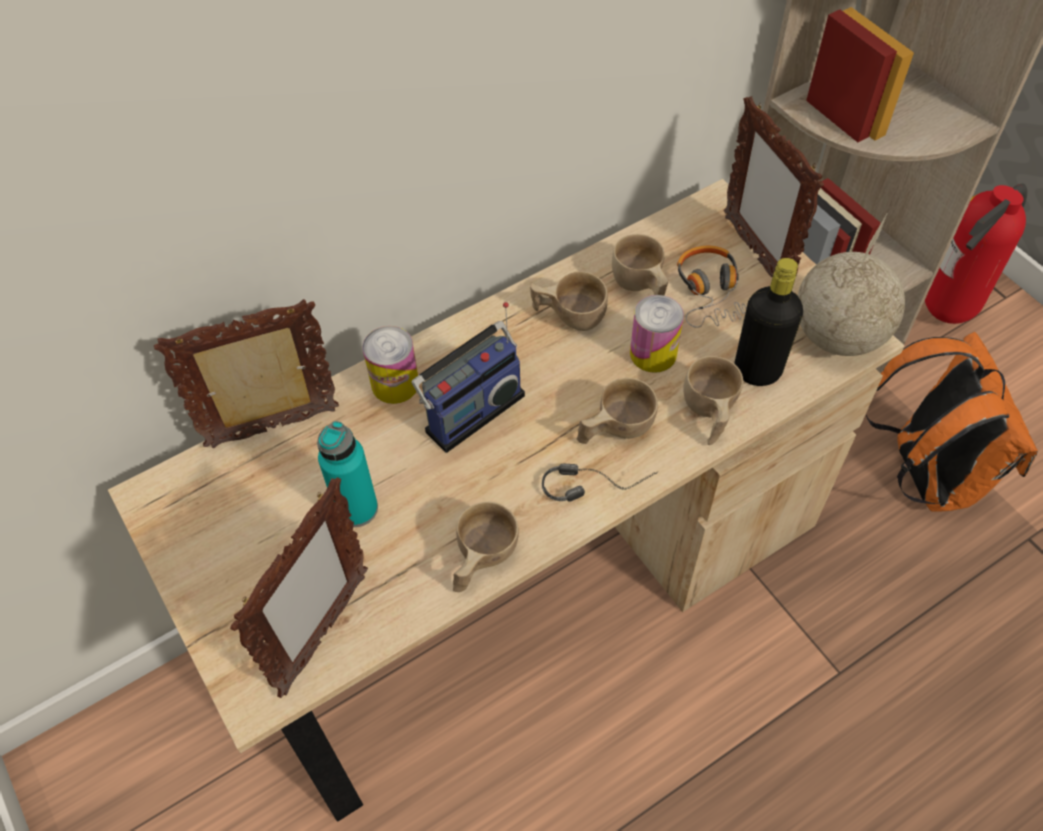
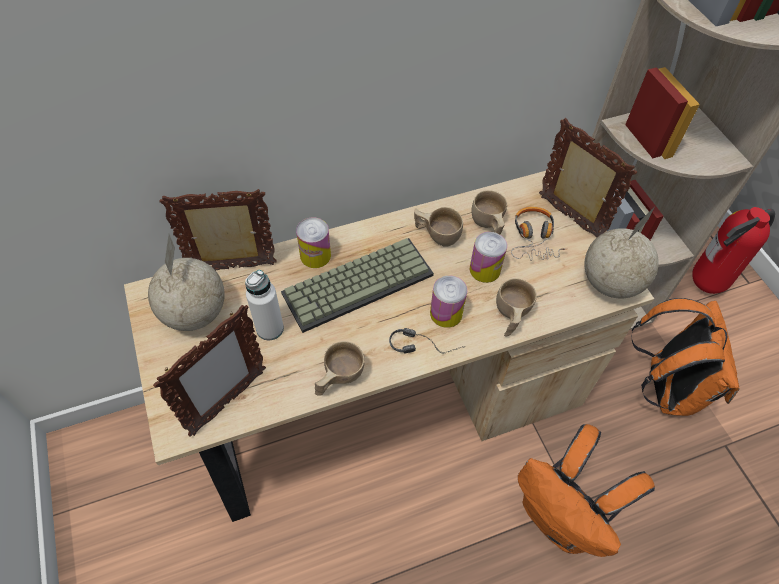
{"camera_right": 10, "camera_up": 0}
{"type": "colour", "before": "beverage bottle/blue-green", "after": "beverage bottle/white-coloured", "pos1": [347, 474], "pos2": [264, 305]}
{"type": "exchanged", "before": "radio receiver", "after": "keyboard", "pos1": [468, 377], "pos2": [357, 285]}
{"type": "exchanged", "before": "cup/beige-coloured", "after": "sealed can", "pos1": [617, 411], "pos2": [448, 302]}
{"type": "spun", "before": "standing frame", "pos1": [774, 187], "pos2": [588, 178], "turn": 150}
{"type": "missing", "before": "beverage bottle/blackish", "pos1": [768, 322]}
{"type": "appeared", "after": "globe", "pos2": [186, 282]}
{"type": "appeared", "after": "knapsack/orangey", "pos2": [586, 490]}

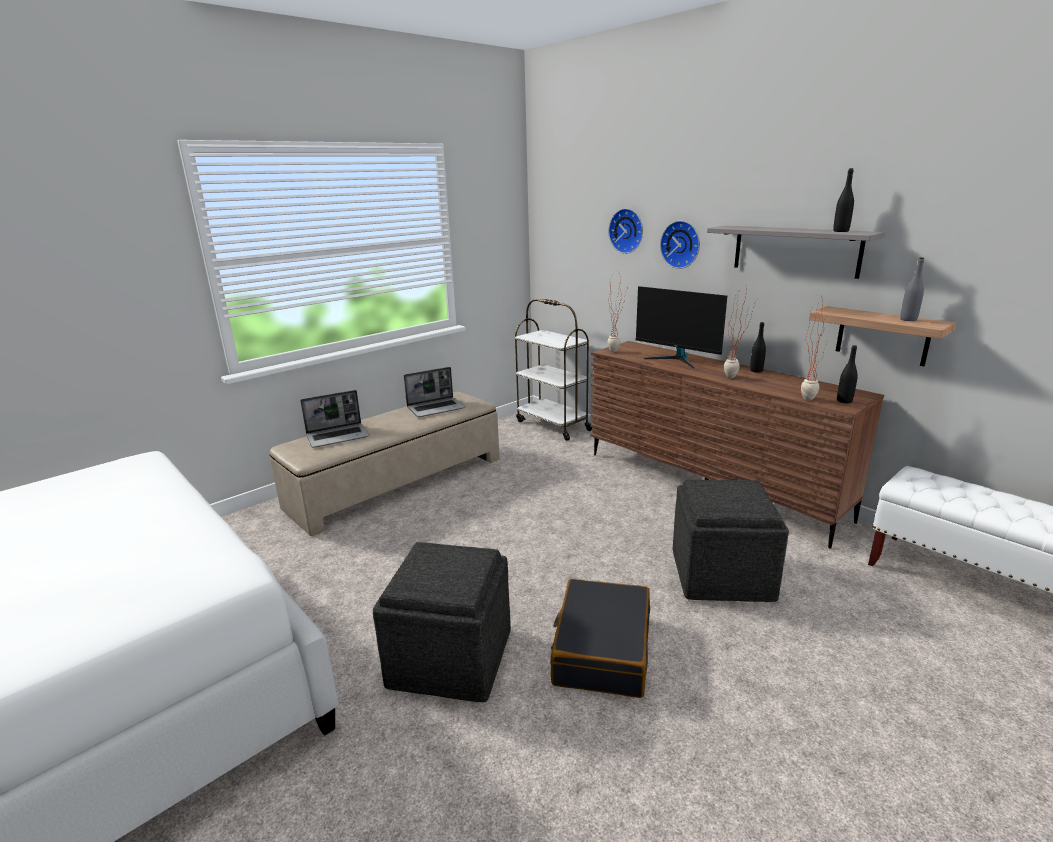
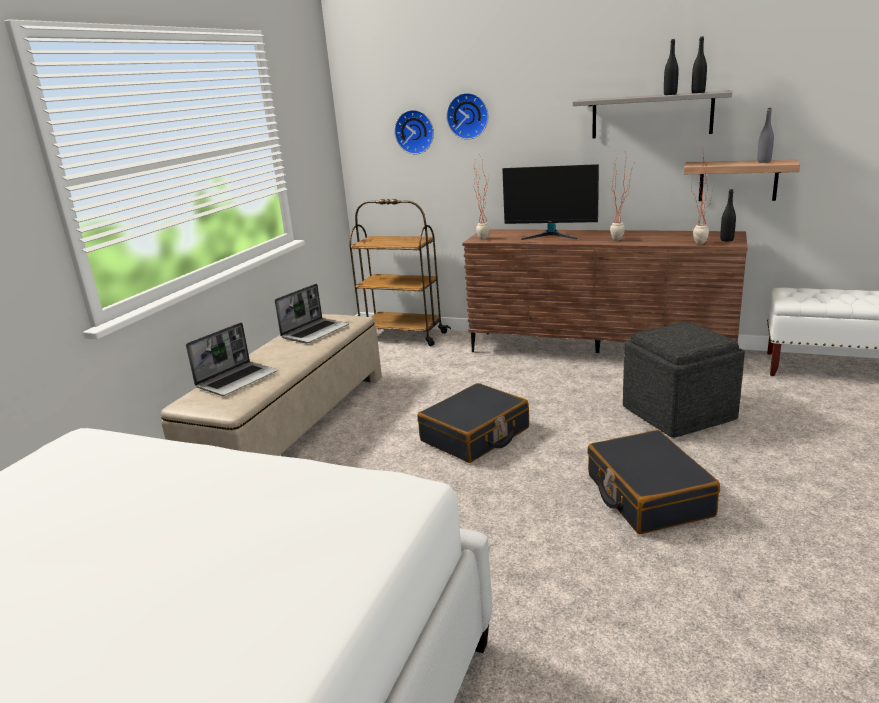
{"camera_right": -25, "camera_up": 0}
{"type": "missing", "before": "ottoman/gray", "pos1": [442, 622]}
{"type": "colour", "before": "cart/white-coloured", "after": "cart/brownish", "pos1": [554, 370], "pos2": [400, 272]}
{"type": "relocated", "before": "wall clock", "pos1": [680, 245], "pos2": [414, 132]}
{"type": "relocated", "before": "beverage bottle/blackish", "pos1": [758, 347], "pos2": [671, 67]}
{"type": "appeared", "after": "piece of luggage/blackish", "pos2": [473, 423]}

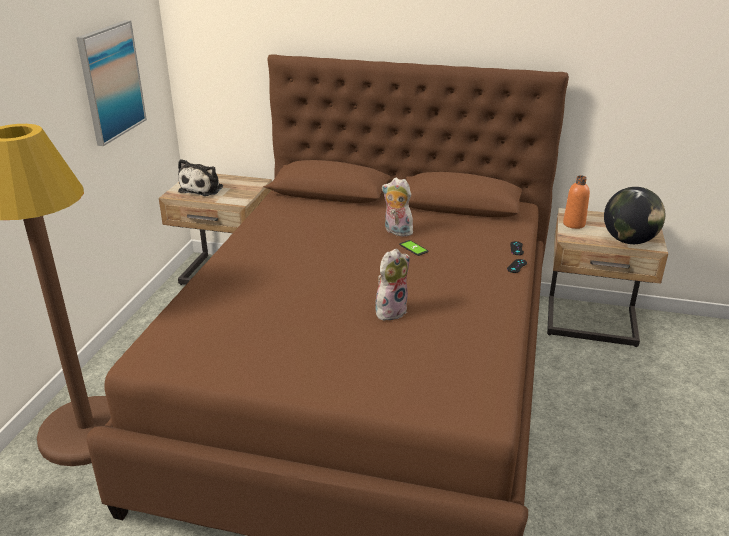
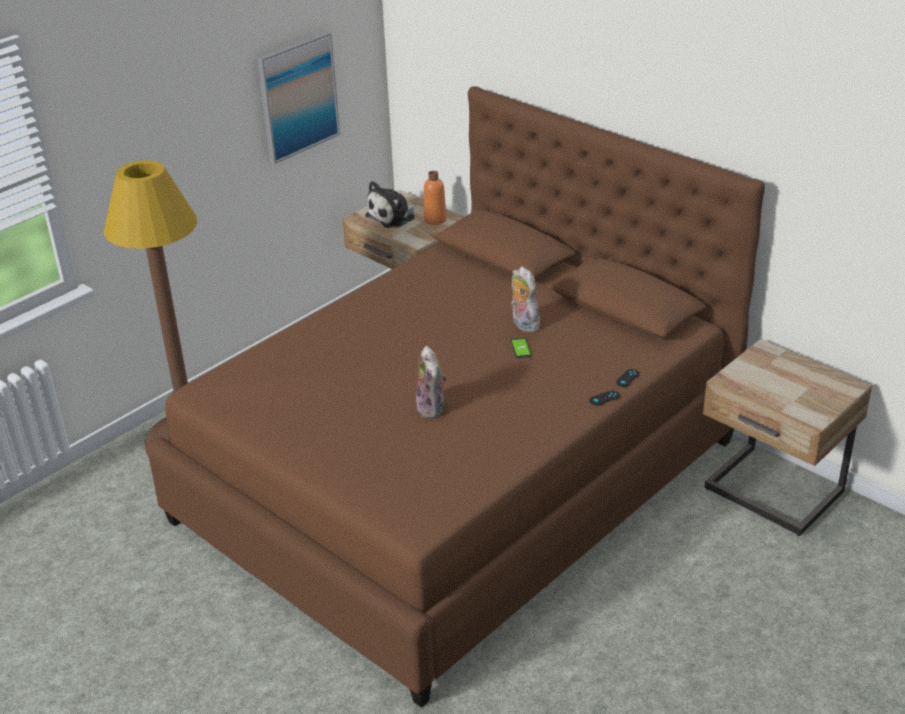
{"camera_right": 30, "camera_up": 5}
{"type": "spun", "before": "cuddly toy", "pos1": [392, 285], "pos2": [431, 382], "turn": 90}
{"type": "relocated", "before": "beverage bottle/orangey", "pos1": [576, 202], "pos2": [435, 198]}
{"type": "missing", "before": "globe", "pos1": [634, 215]}

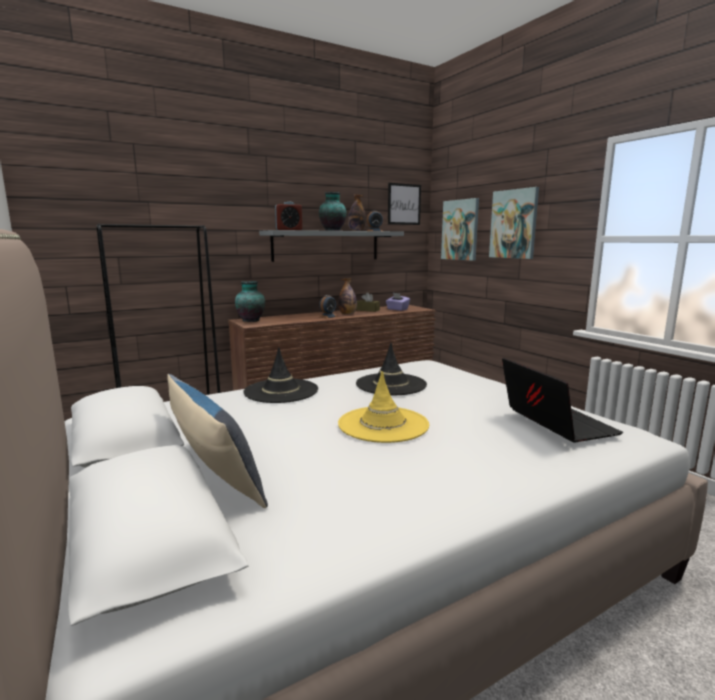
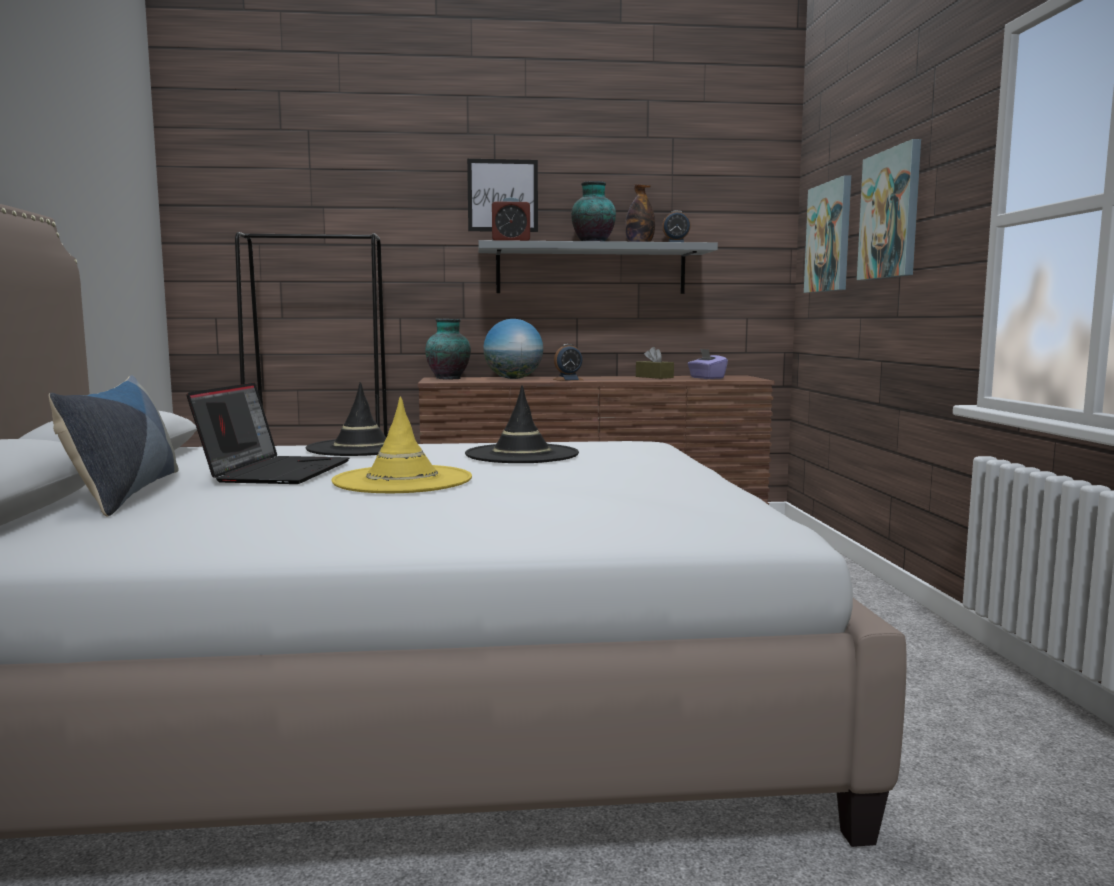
{"camera_right": 25, "camera_up": -5}
{"type": "missing", "before": "beverage bottle", "pos1": [347, 296]}
{"type": "relocated", "before": "picture", "pos1": [404, 204], "pos2": [502, 195]}
{"type": "relocated", "before": "portable computer", "pos1": [562, 400], "pos2": [267, 433]}
{"type": "appeared", "after": "globe", "pos2": [513, 349]}

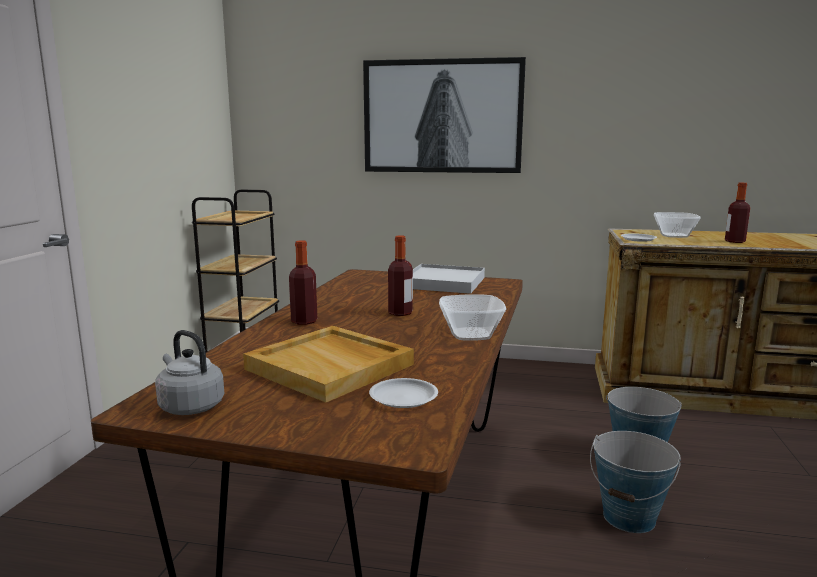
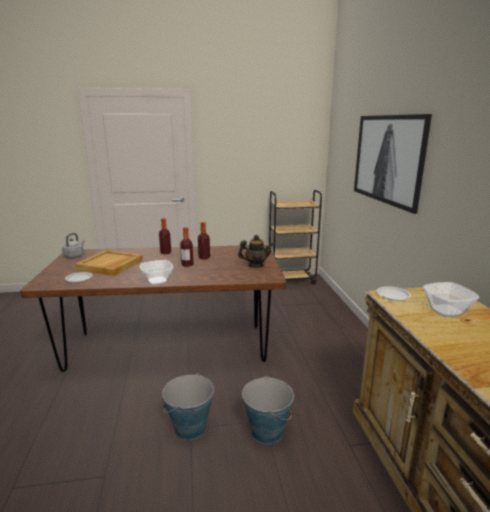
{"camera_right": 70, "camera_up": 5}
{"type": "exchanged", "before": "serving tray/white-coloured", "after": "tea pot", "pos1": [449, 279], "pos2": [256, 251]}
{"type": "relocated", "before": "beverage bottle", "pos1": [737, 213], "pos2": [204, 241]}

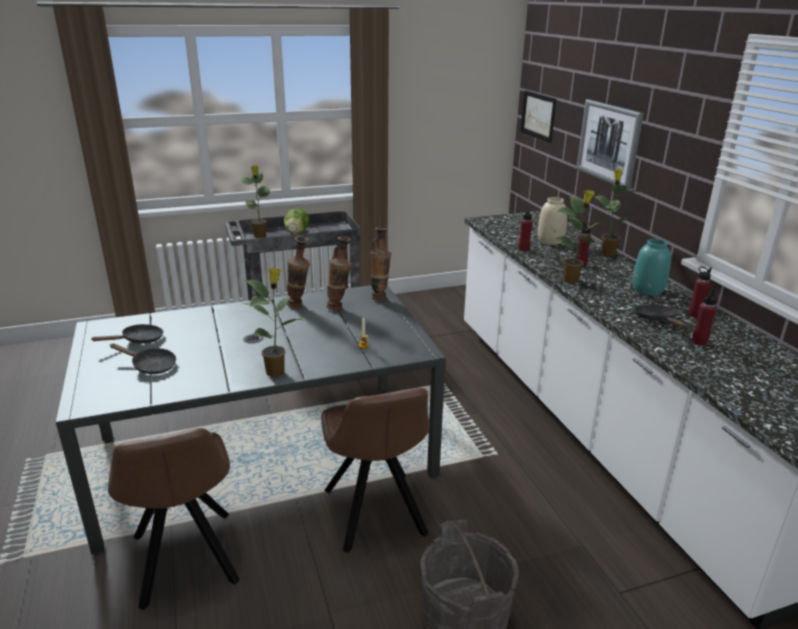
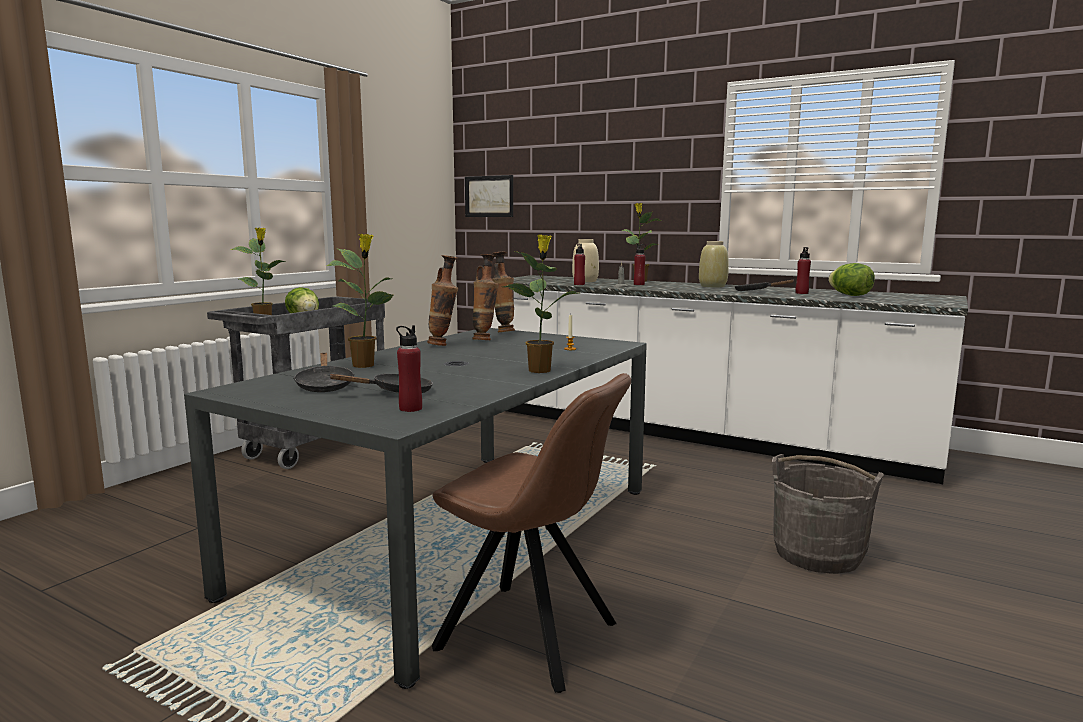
{"camera_right": -40, "camera_up": -15}
{"type": "spun", "before": "skillet/blackish", "pos1": [127, 334], "pos2": [324, 372], "turn": 150}
{"type": "missing", "before": "upright chair/brownish", "pos1": [375, 470]}
{"type": "relocated", "before": "potted plant", "pos1": [579, 237], "pos2": [360, 301]}
{"type": "missing", "before": "picture", "pos1": [610, 144]}
{"type": "colour", "before": "flower vase/blue-green", "after": "flower vase/beige-coloured", "pos1": [651, 267], "pos2": [714, 264]}
{"type": "relocated", "before": "beverage bottle/red-coloured", "pos1": [700, 292], "pos2": [409, 368]}
{"type": "appeared", "after": "head of lettuce", "pos2": [851, 279]}

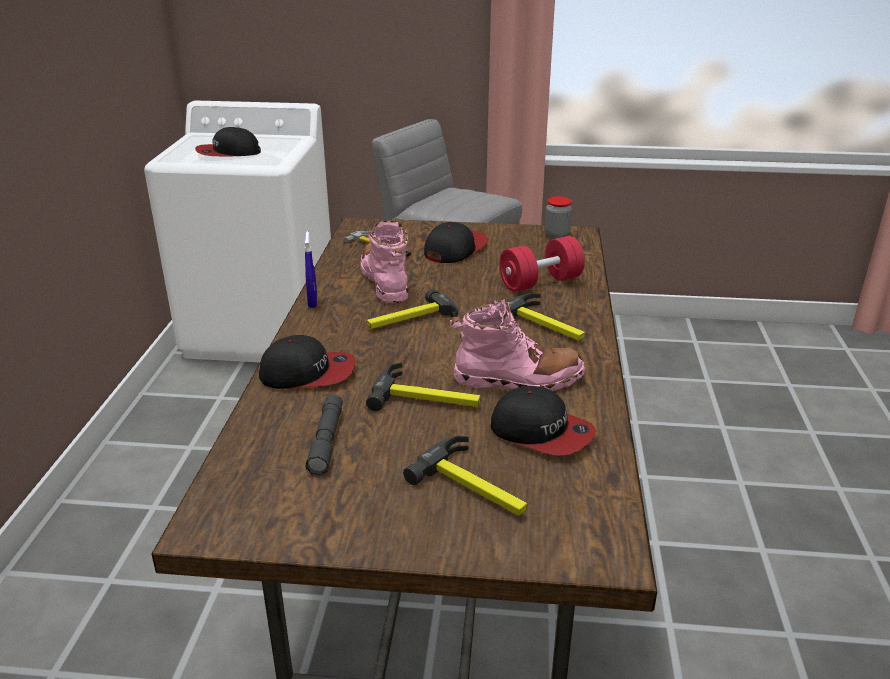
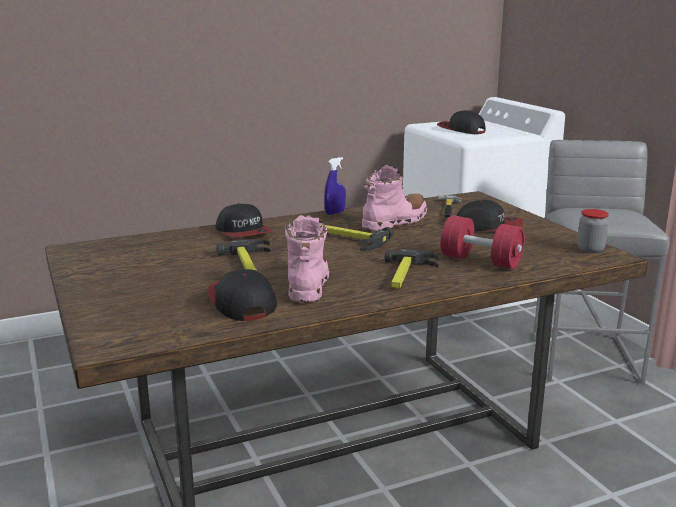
{"camera_right": 60, "camera_up": -10}
{"type": "missing", "before": "torch/gray", "pos1": [324, 435]}
{"type": "missing", "before": "hammer", "pos1": [465, 475]}
{"type": "spun", "before": "tall boot/pink", "pos1": [517, 344], "pos2": [307, 259], "turn": -150}
{"type": "spun", "before": "baseball cap", "pos1": [543, 420], "pos2": [242, 295], "turn": 150}

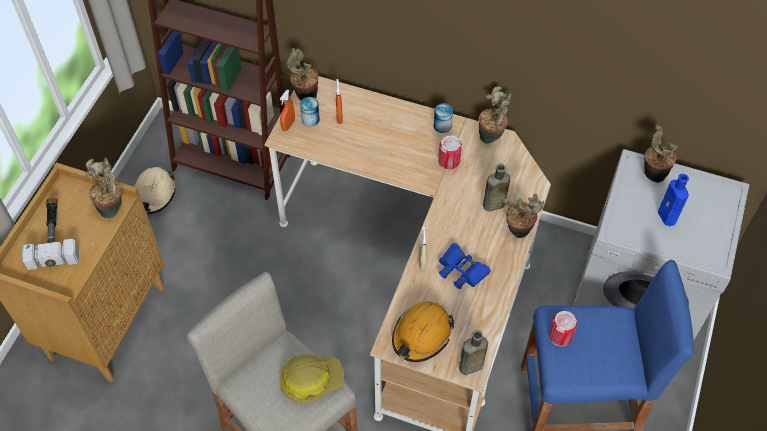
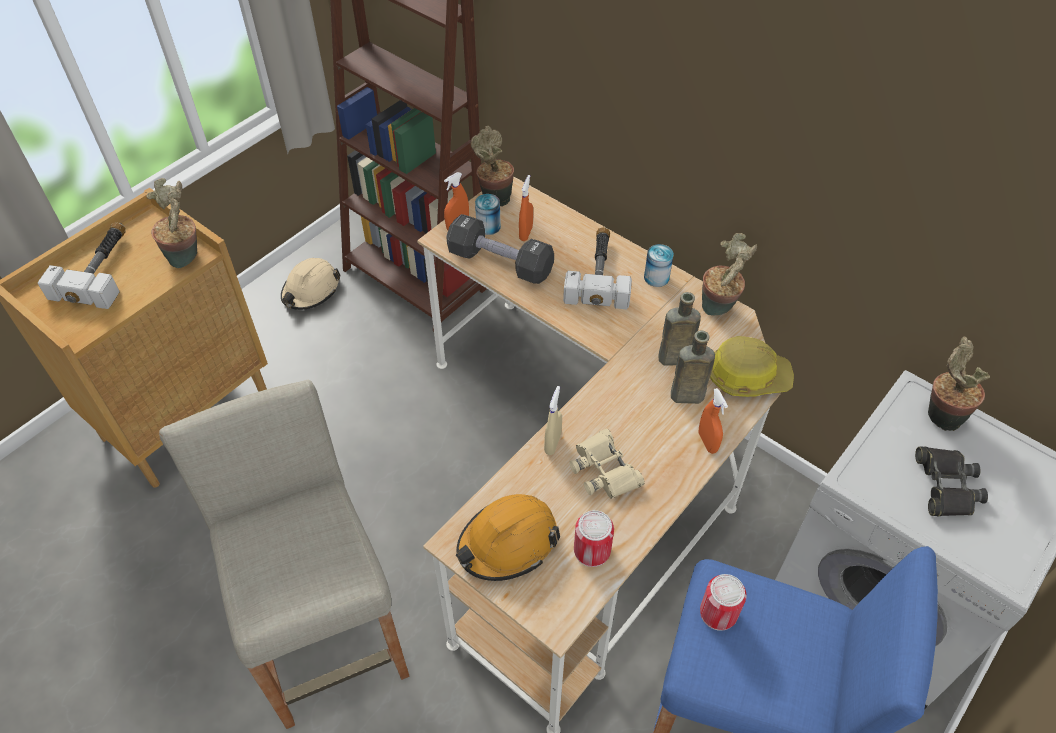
{"camera_right": 20, "camera_up": -5}
{"type": "relocated", "before": "hard hat", "pos1": [311, 378], "pos2": [752, 366]}
{"type": "relocated", "before": "sealed can", "pos1": [450, 152], "pos2": [594, 538]}
{"type": "colour", "before": "binoculars/bluish", "after": "binoculars/beige-coloured", "pos1": [465, 266], "pos2": [607, 464]}
{"type": "relocated", "before": "beverage bottle/brownish", "pos1": [473, 352], "pos2": [679, 328]}
{"type": "exchanged", "before": "potted plant", "after": "hand sprayer/orangey", "pos1": [522, 216], "pos2": [713, 421]}
{"type": "exchanged", "before": "beverage bottle/bluish", "after": "binoculars/blackish", "pos1": [673, 200], "pos2": [951, 481]}
{"type": "appeared", "after": "dumbbell/blackish", "pos2": [500, 249]}
{"type": "appeared", "after": "hammer", "pos2": [597, 268]}

